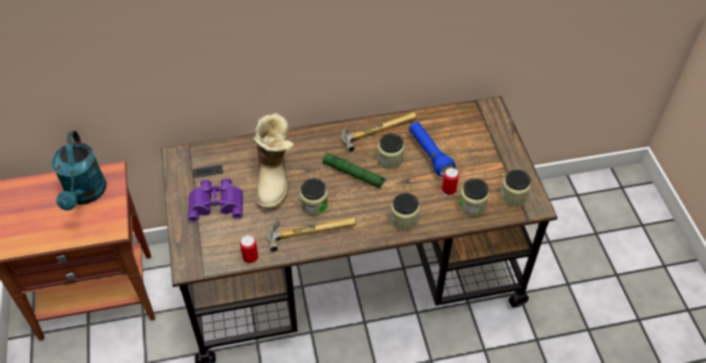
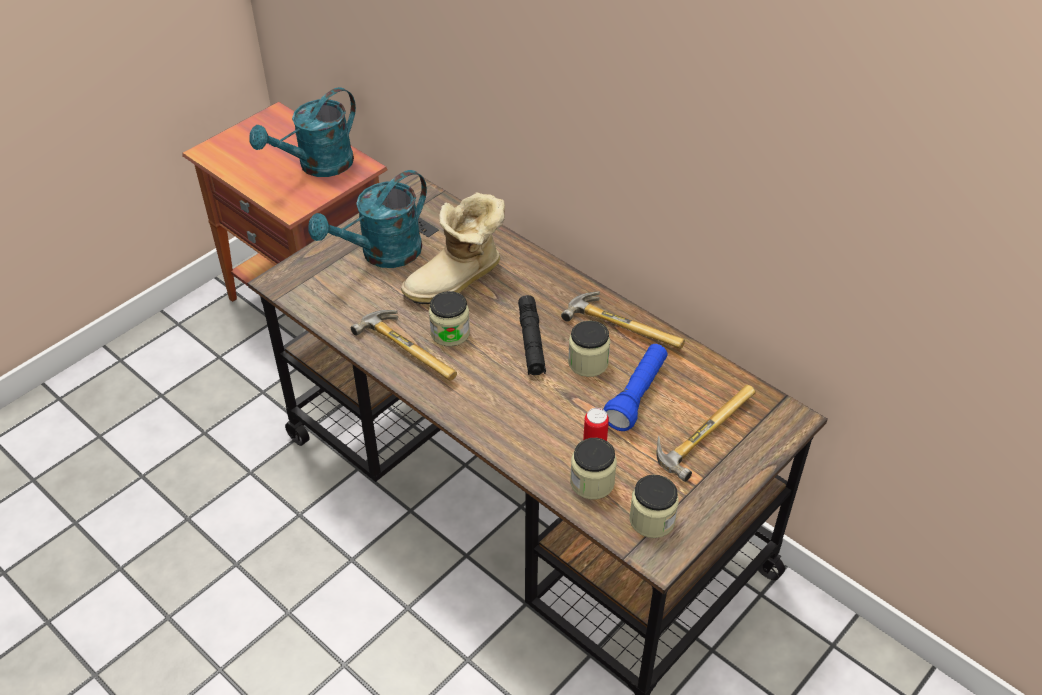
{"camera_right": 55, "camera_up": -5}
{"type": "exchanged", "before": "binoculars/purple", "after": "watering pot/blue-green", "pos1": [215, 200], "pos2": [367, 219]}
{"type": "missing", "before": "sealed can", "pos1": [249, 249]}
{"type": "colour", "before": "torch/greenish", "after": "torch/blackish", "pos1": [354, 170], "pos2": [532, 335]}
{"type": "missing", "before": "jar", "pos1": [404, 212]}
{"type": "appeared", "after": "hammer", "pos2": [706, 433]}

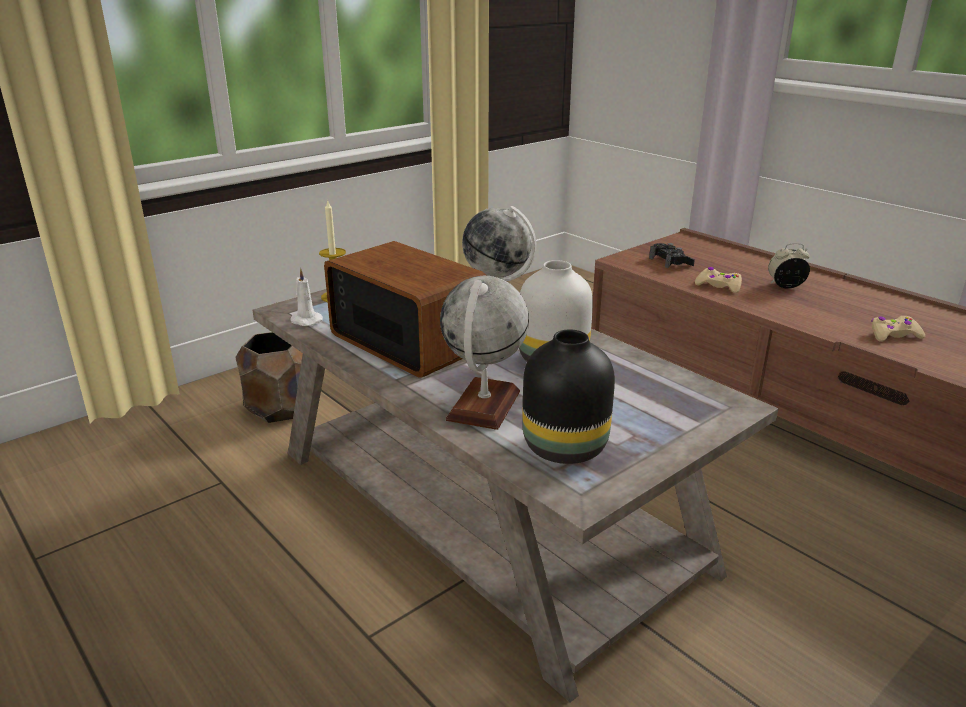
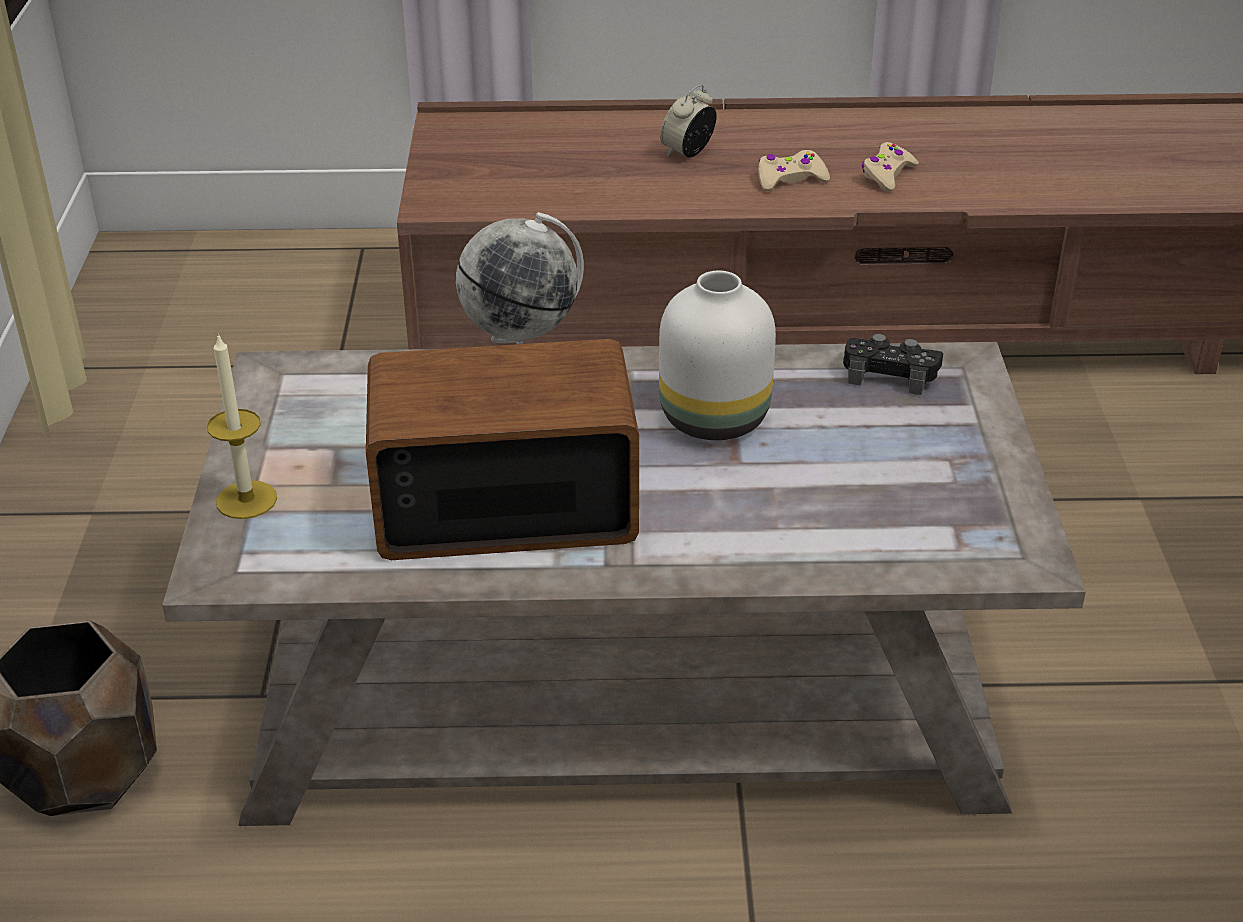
{"camera_right": -50, "camera_up": 10}
{"type": "missing", "before": "candle/white-coloured", "pos1": [307, 297]}
{"type": "missing", "before": "globe", "pos1": [484, 353]}
{"type": "missing", "before": "flower vase/blackish", "pos1": [568, 397]}
{"type": "relocated", "before": "joypad/blackish", "pos1": [672, 255], "pos2": [893, 364]}
{"type": "relocated", "before": "joypad/beige-coloured", "pos1": [718, 280], "pos2": [794, 170]}

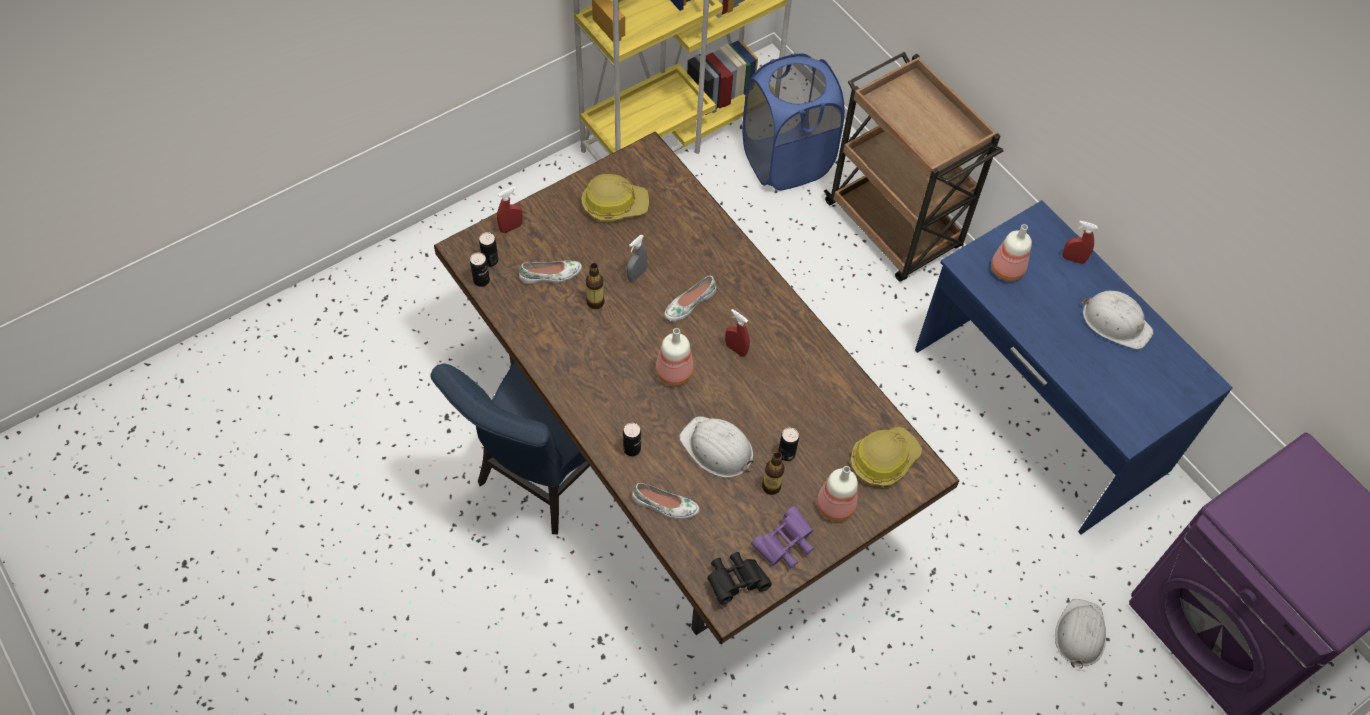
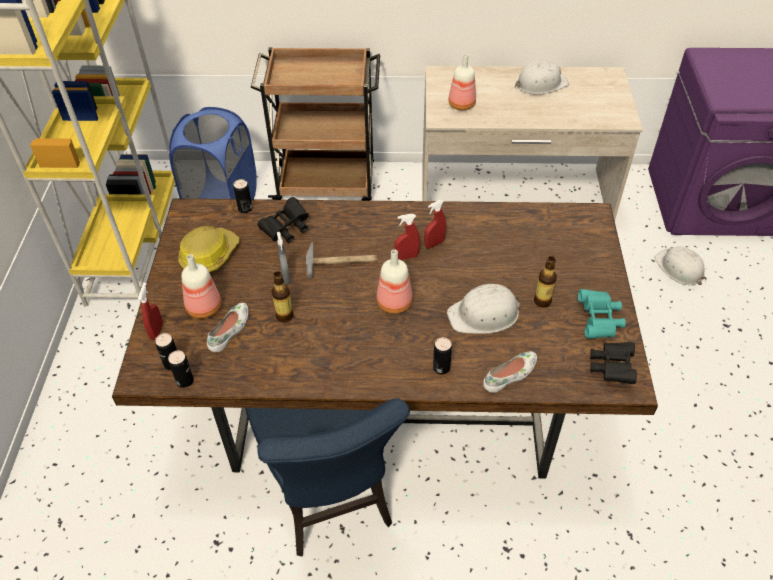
{"camera_right": -50, "camera_up": -10}
{"type": "exchanged", "before": "item of footwear/white-coloured", "after": "hammer", "pos1": [690, 298], "pos2": [342, 260]}
{"type": "colour", "before": "binoculars/purple", "after": "binoculars/blue-green", "pos1": [782, 537], "pos2": [602, 314]}
{"type": "relocated", "before": "sealed can", "pos1": [788, 444], "pos2": [242, 196]}
{"type": "relocated", "before": "beverage bottle", "pos1": [837, 493], "pos2": [201, 286]}
{"type": "missing", "before": "hard hat", "pos1": [886, 457]}
{"type": "colour", "before": "desk unit/bluish", "after": "desk unit/beige-coloured", "pos1": [1073, 367], "pos2": [532, 143]}
{"type": "relocated", "before": "hand sprayer/red-coloured", "pos1": [1080, 242], "pos2": [435, 224]}
{"type": "appeared", "after": "binoculars/blackish", "pos2": [283, 220]}

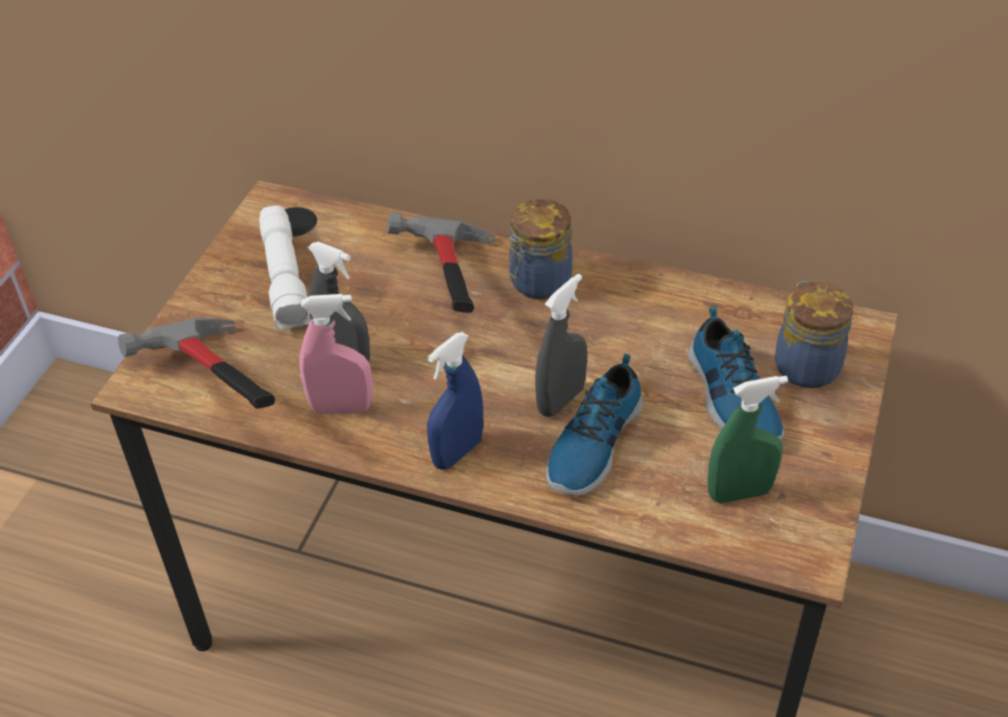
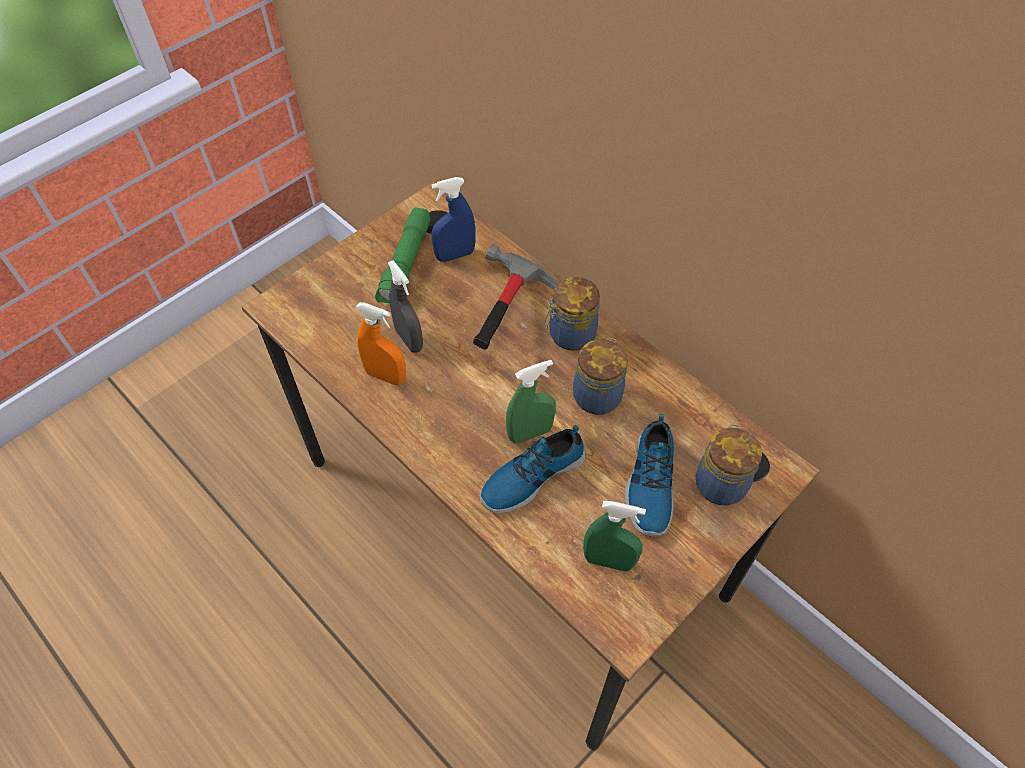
{"camera_right": 25, "camera_up": 10}
{"type": "missing", "before": "hammer", "pos1": [196, 363]}
{"type": "colour", "before": "torch/white-coloured", "after": "torch/greenish", "pos1": [284, 267], "pos2": [402, 255]}
{"type": "colour", "before": "hand sprayer/pink", "after": "hand sprayer/orangey", "pos1": [336, 354], "pos2": [381, 344]}
{"type": "relocated", "before": "hand sprayer/bluish", "pos1": [455, 401], "pos2": [453, 219]}
{"type": "colour", "before": "hand sprayer/gray", "after": "hand sprayer/greenish", "pos1": [561, 345], "pos2": [531, 402]}
{"type": "appeared", "after": "jar", "pos2": [600, 376]}

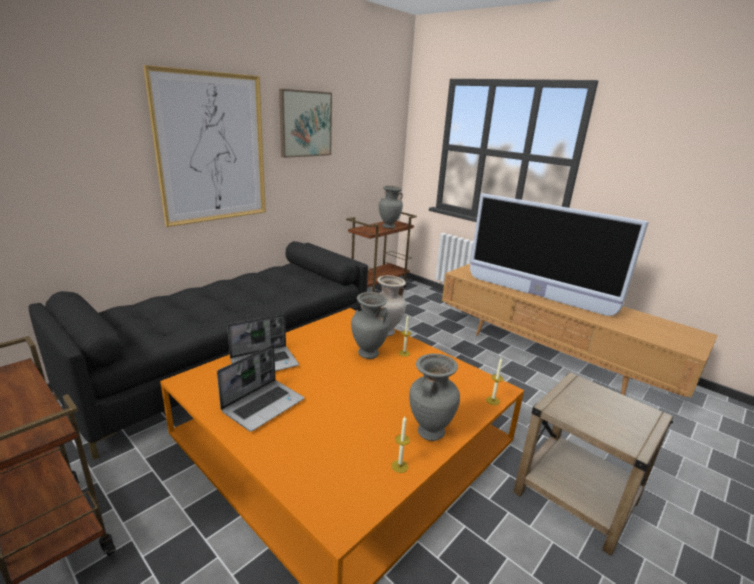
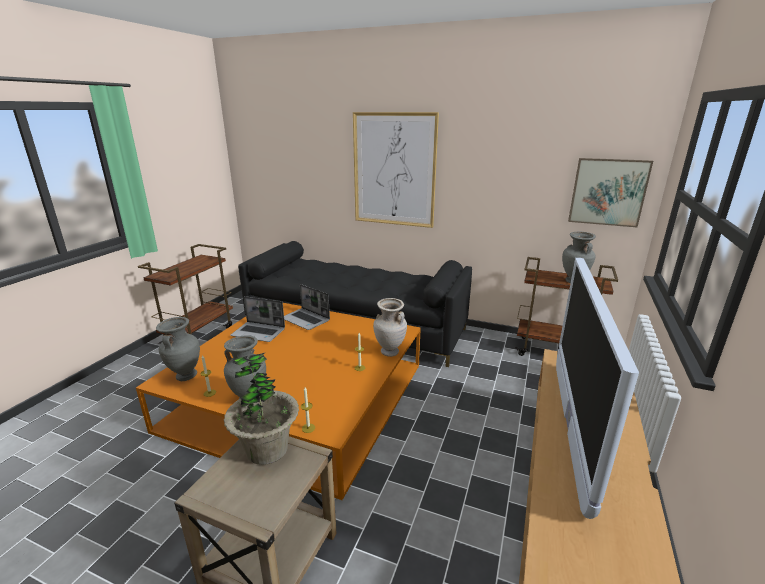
{"camera_right": 70, "camera_up": 0}
{"type": "relocated", "before": "picture", "pos1": [305, 123], "pos2": [610, 192]}
{"type": "relocated", "before": "flower vase/gray", "pos1": [370, 325], "pos2": [178, 349]}
{"type": "appeared", "after": "potted plant", "pos2": [261, 409]}

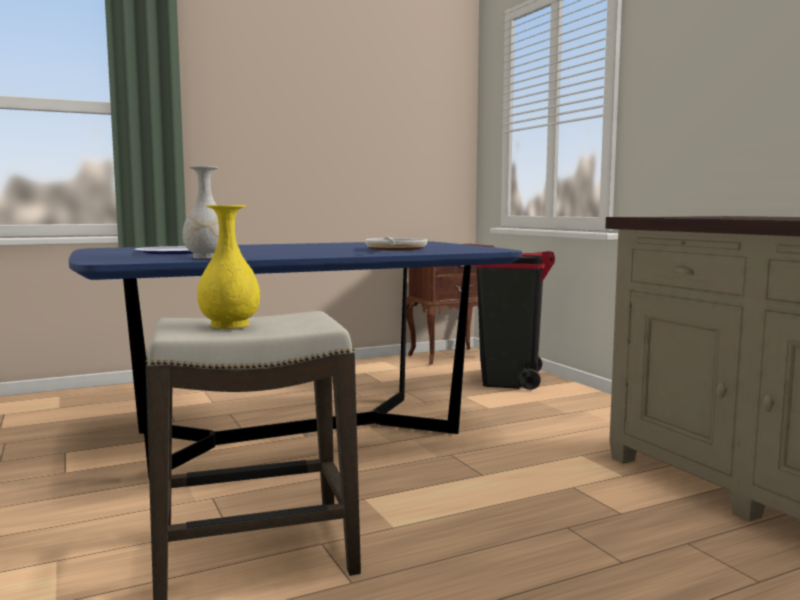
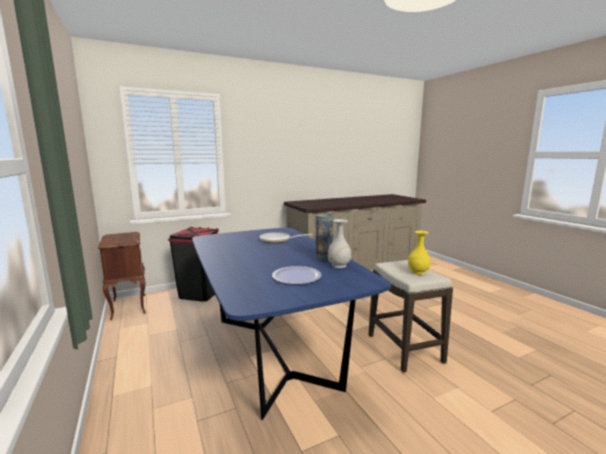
{"camera_right": -90, "camera_up": 5}
{"type": "appeared", "after": "flower vase", "pos2": [324, 236]}

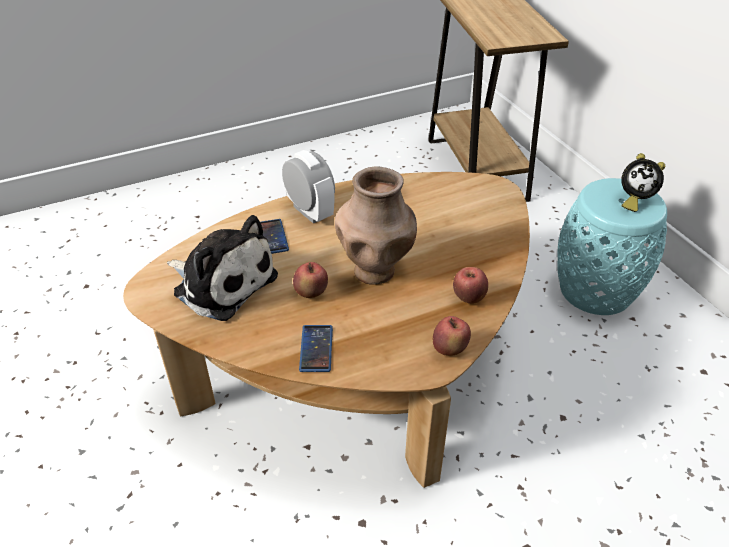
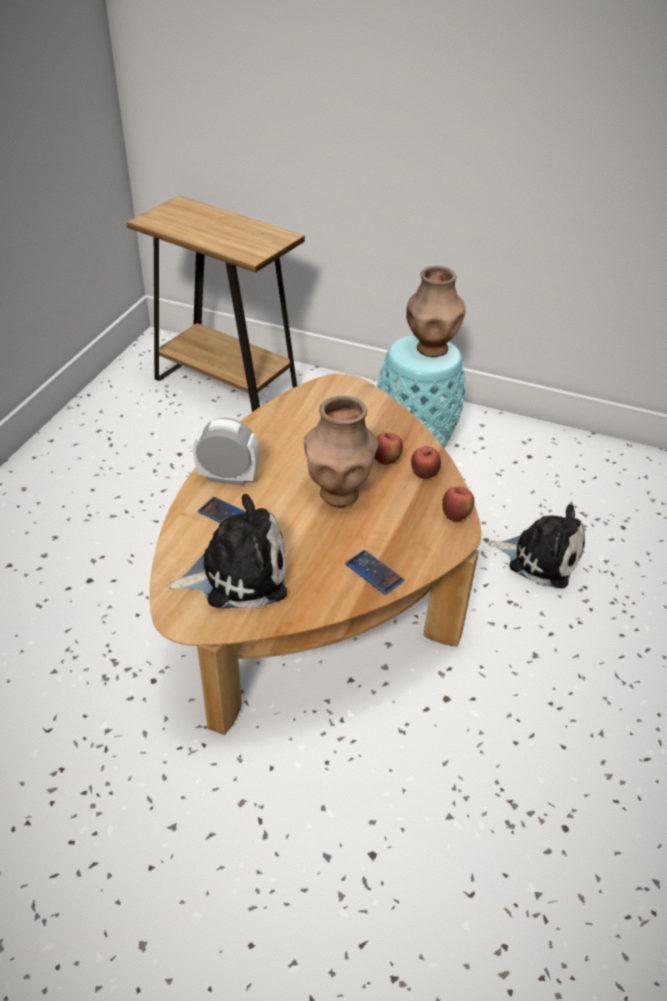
{"camera_right": -45, "camera_up": 0}
{"type": "relocated", "before": "whole apple", "pos1": [310, 280], "pos2": [389, 448]}
{"type": "exchanged", "before": "bedside clock", "after": "flower vase/brownish", "pos1": [643, 182], "pos2": [435, 311]}
{"type": "appeared", "after": "cuddly toy", "pos2": [536, 546]}

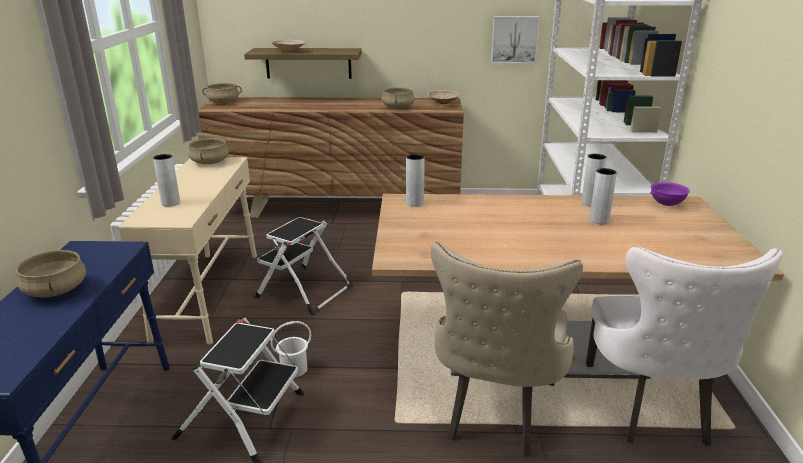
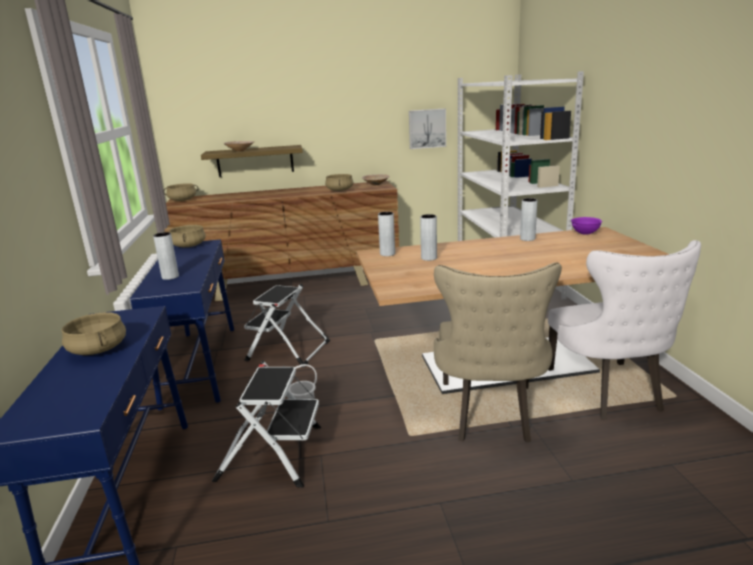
{"camera_right": -10, "camera_up": -5}
{"type": "colour", "before": "narrow table/beige-coloured", "after": "narrow table/bluish", "pos1": [187, 250], "pos2": [182, 324]}
{"type": "relocated", "before": "flower vase/gray", "pos1": [603, 196], "pos2": [428, 237]}

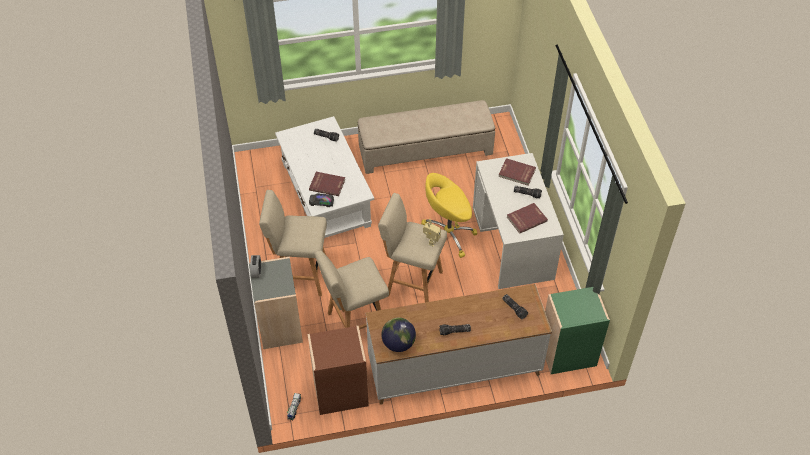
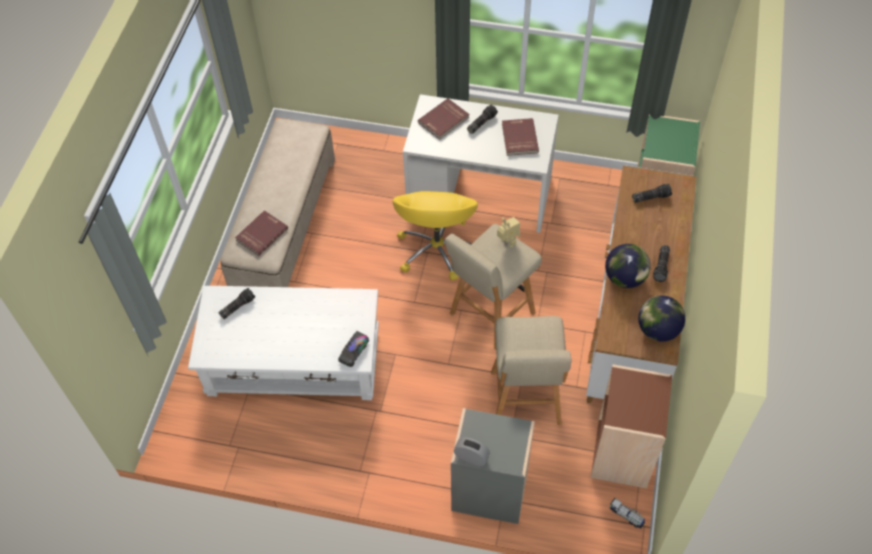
{"camera_right": -65, "camera_up": 5}
{"type": "missing", "before": "sitting stool/beige-coloured", "pos1": [293, 243]}
{"type": "relocated", "before": "book/red-coloured", "pos1": [327, 184], "pos2": [261, 233]}
{"type": "appeared", "after": "globe", "pos2": [628, 266]}

